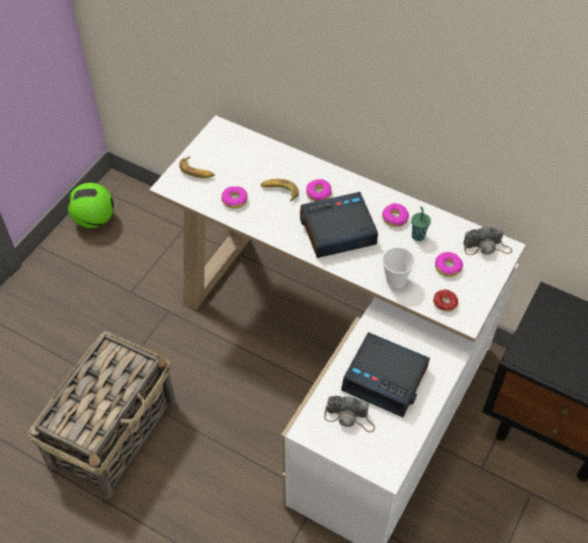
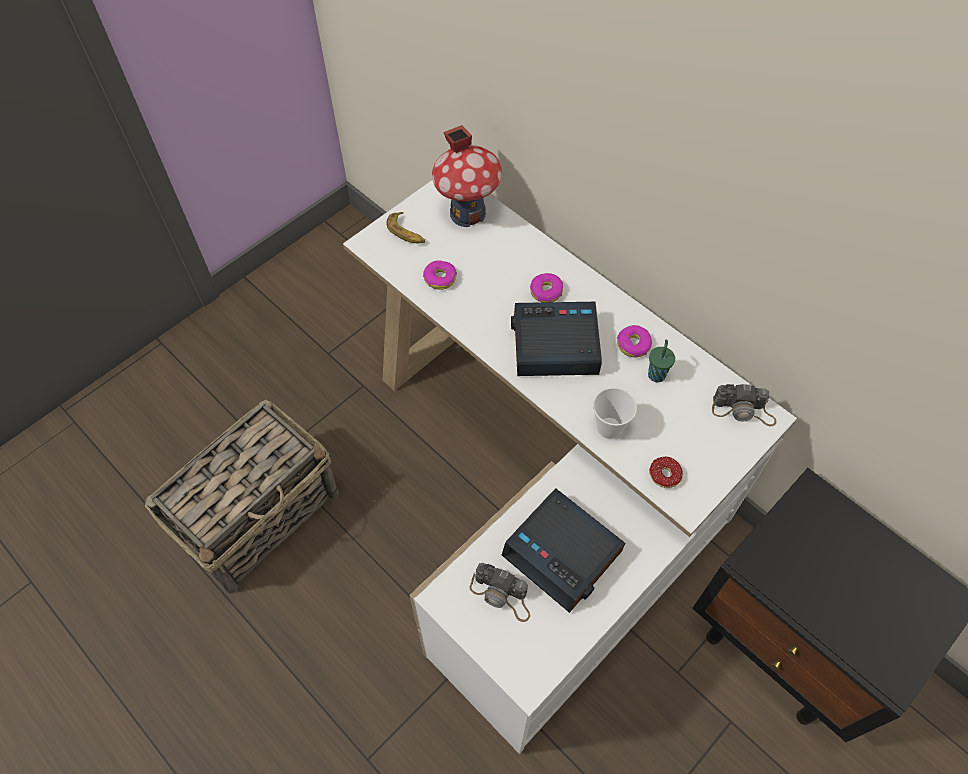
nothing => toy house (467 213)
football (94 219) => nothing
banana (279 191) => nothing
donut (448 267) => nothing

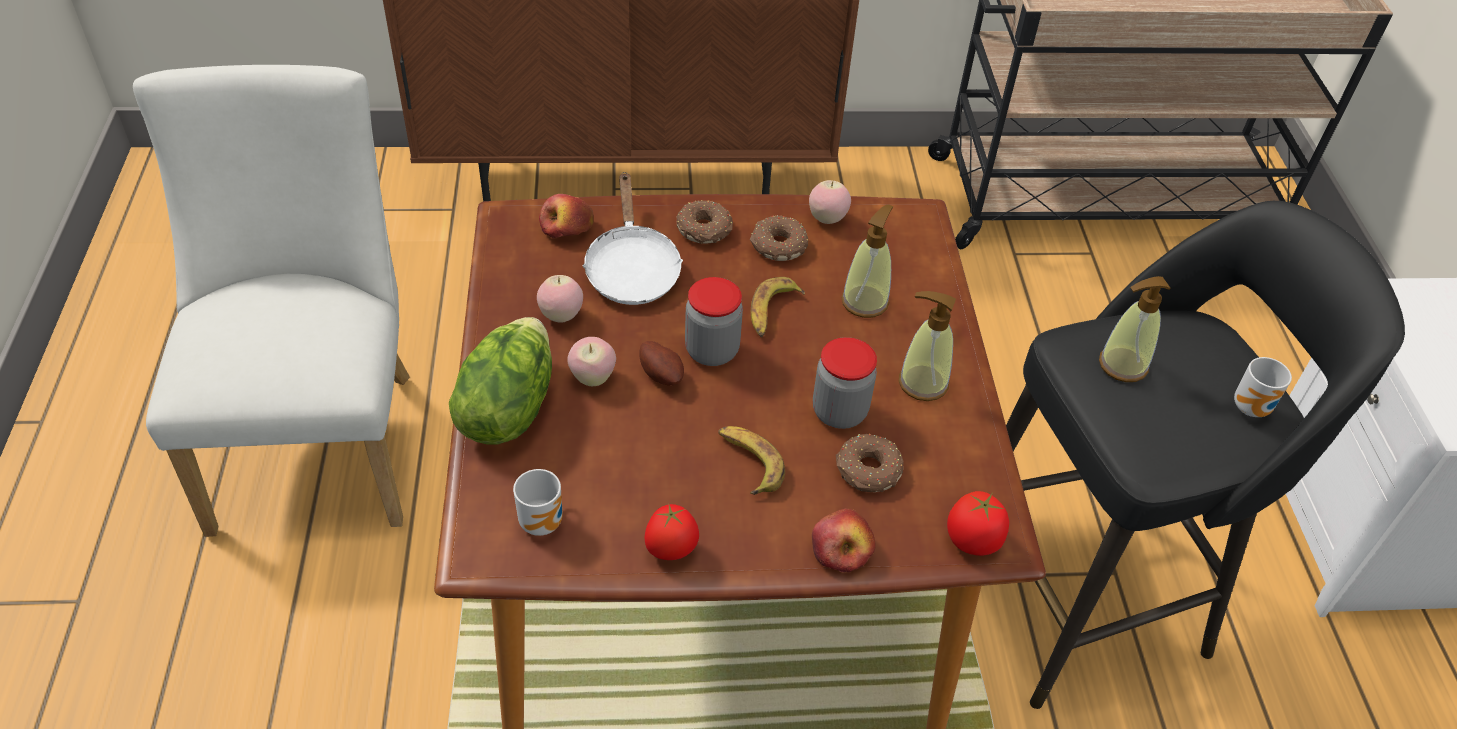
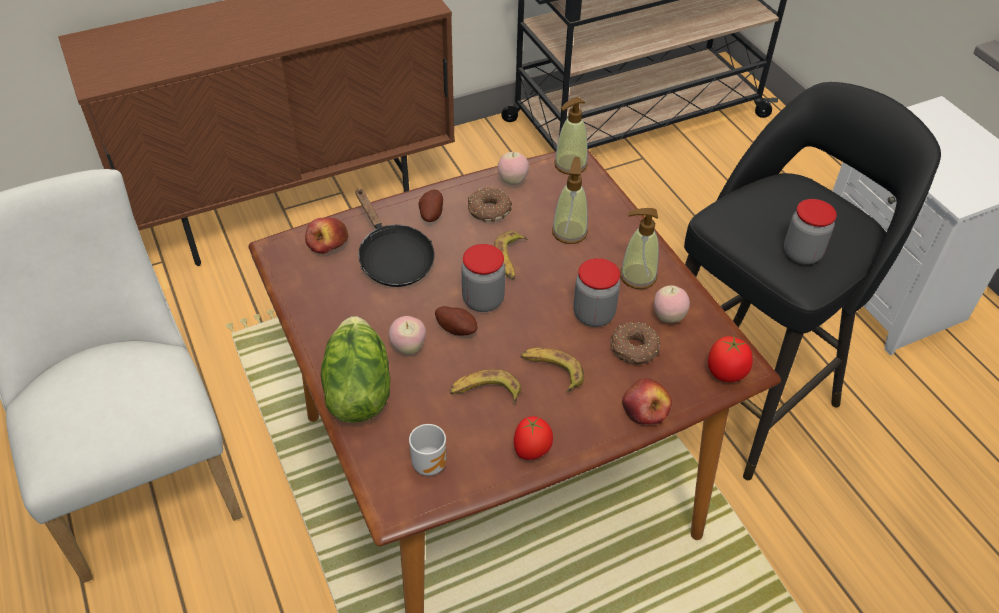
white frying pan (631 269) => black frying pan (393 259)
donut (705 230) => potato (430 214)
nothing => banana (485 392)
soap dispenser (1122 365) => soap dispenser (570 165), relocated
apple (561 316) => apple (668 317), relocated
nothing => jar (802 254)
mug (1254 409) => nothing

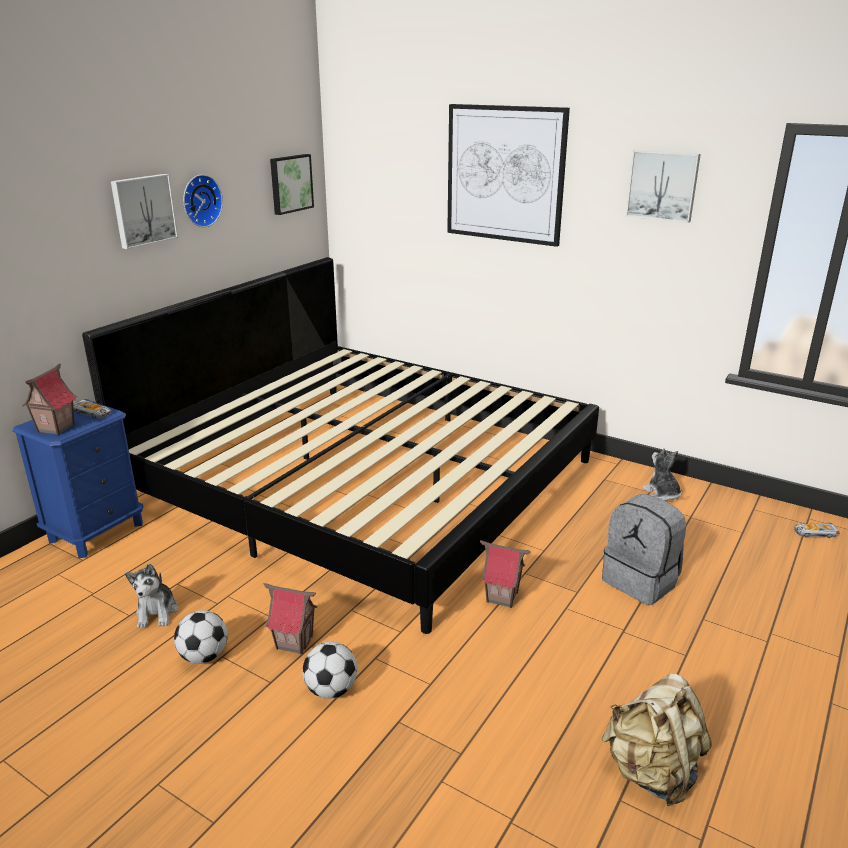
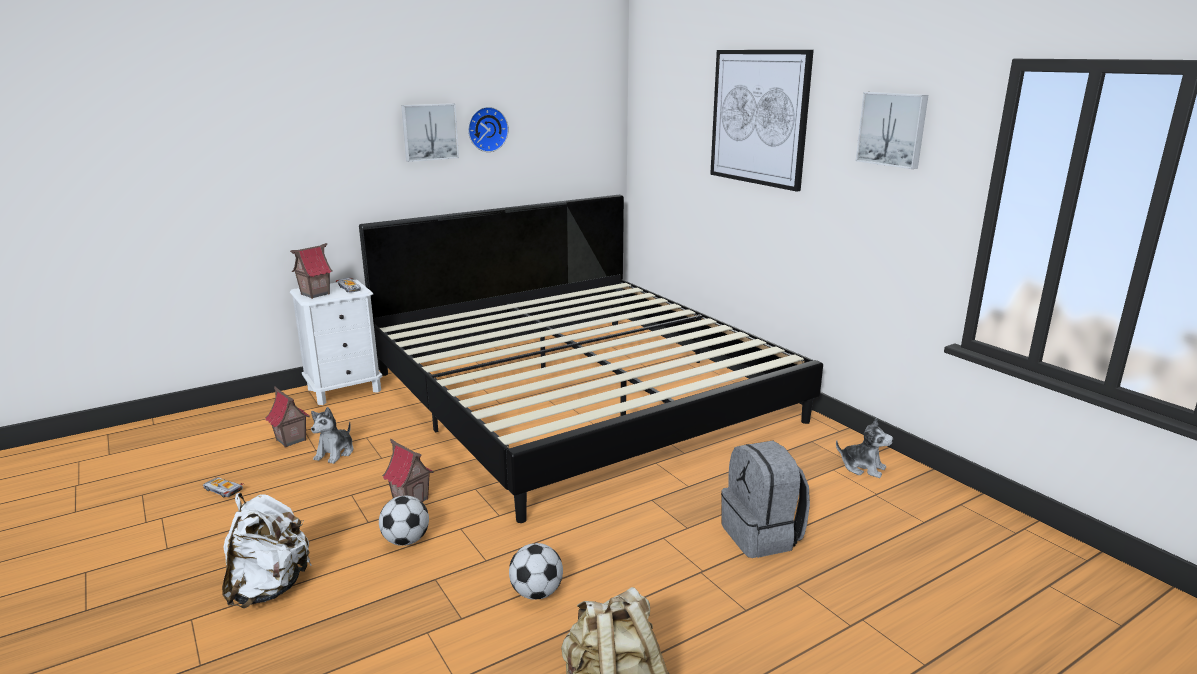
toy car (814 533) => toy car (222 490), relocated
nothing => white backpack (269 588)
toy house (502 597) => toy house (290 440), relocated
blue nightstand (96 532) => white nightstand (344 390)
football (204 656) => football (536 593), relocated
plush toy (662 494) => plush toy (862 467), 120 degrees clockwise
picture (290 183) => nothing

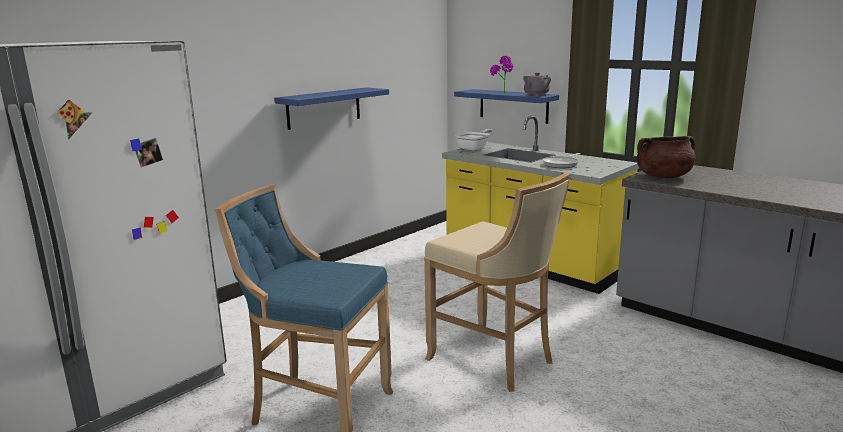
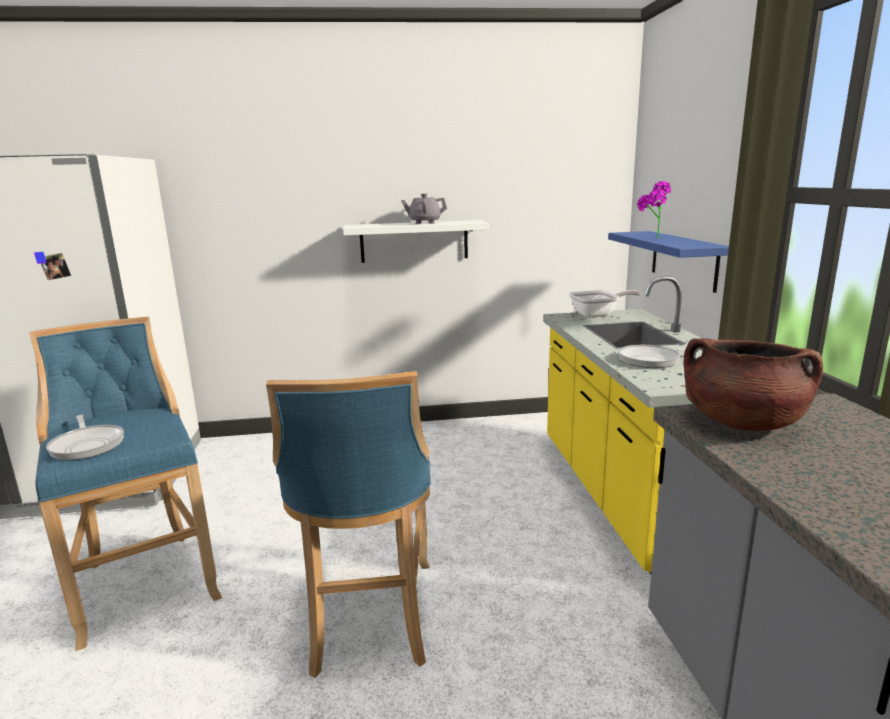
nothing => frying pan (87 445)
beige stool (495 360) => blue stool (368 619)
blue shelf (324 108) => white shelf (414 241)
grey teapot (536 95) => grey teapot (424 223), relocated

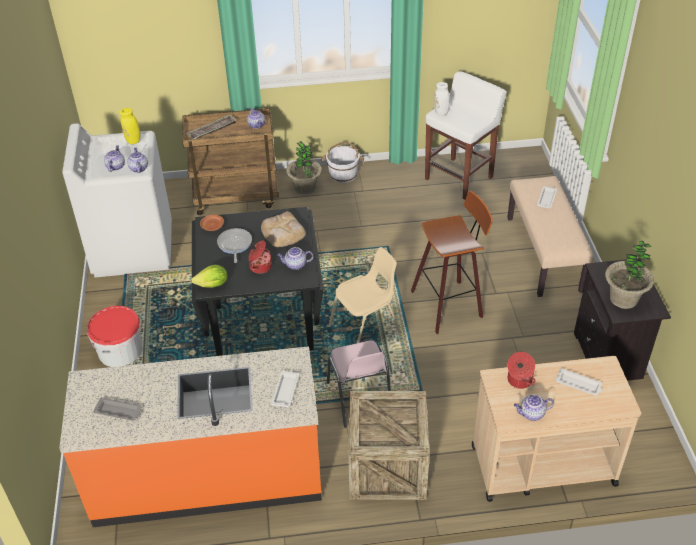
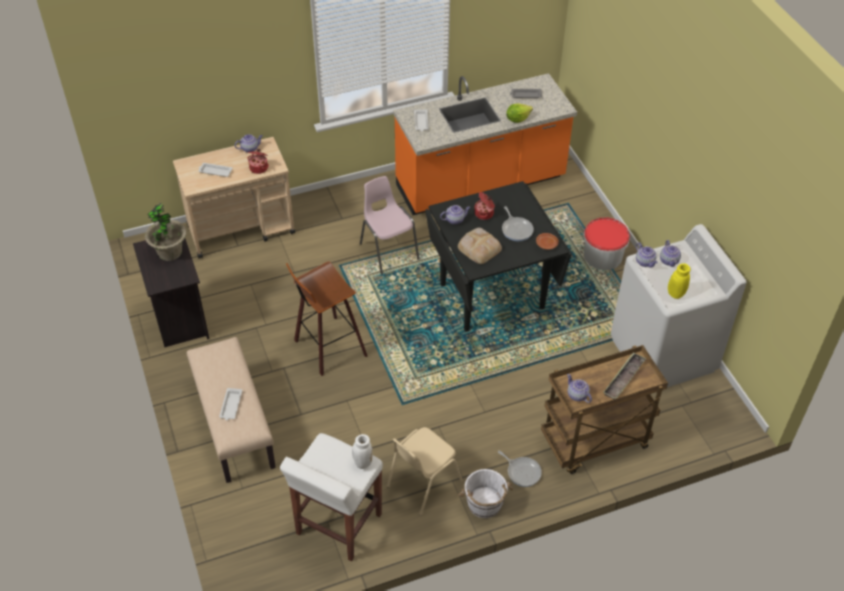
beige chair (366 330) => beige chair (422 483), relocated
potted plant (305 188) => frying pan (522 472)
lettuce (213 285) => lettuce (517 119), relocated
crate (387 467) => nothing

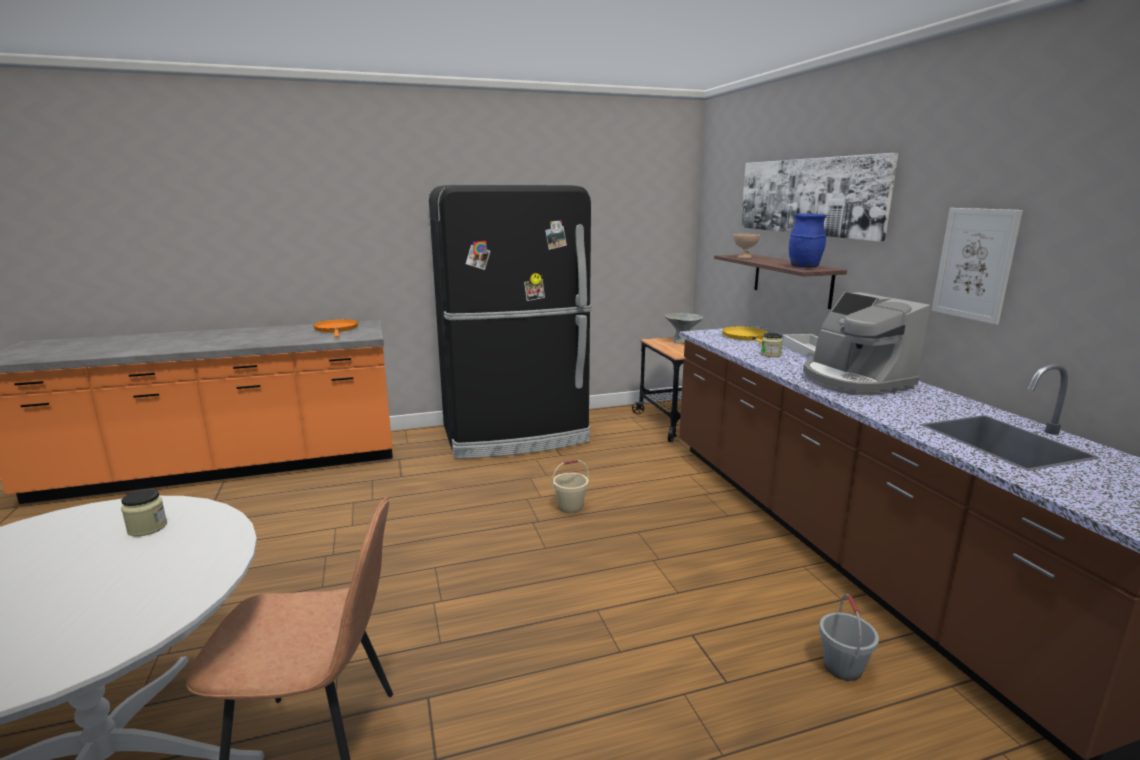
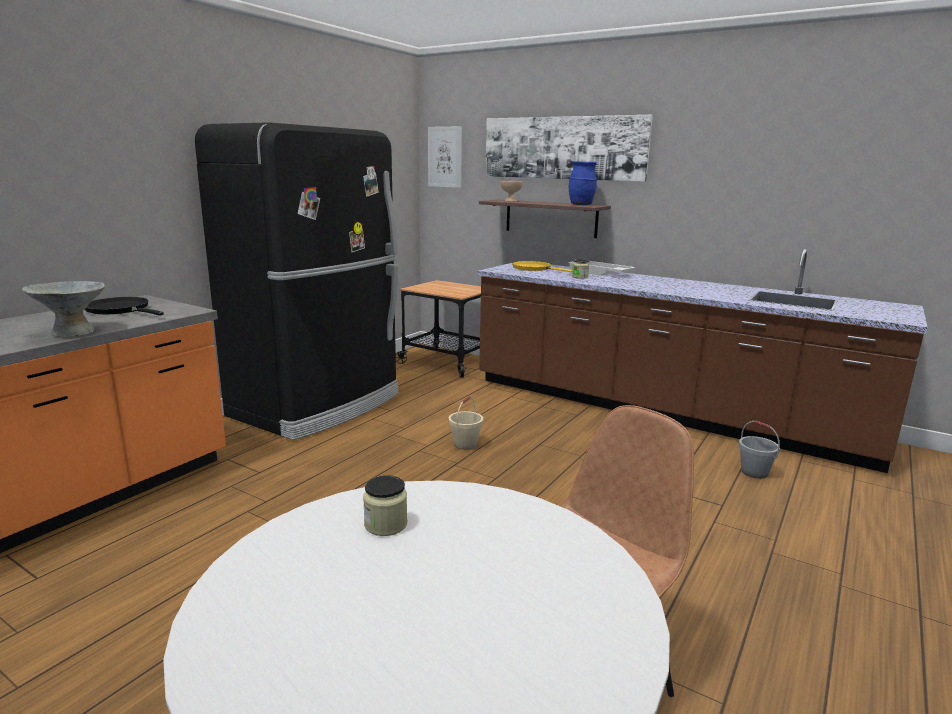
grey bowl (682 341) => grey bowl (73 332), relocated
orange frying pan (336 329) => black frying pan (120 310)
picture (974 264) => picture (445 157), relocated
coffee machine (853 381) => nothing

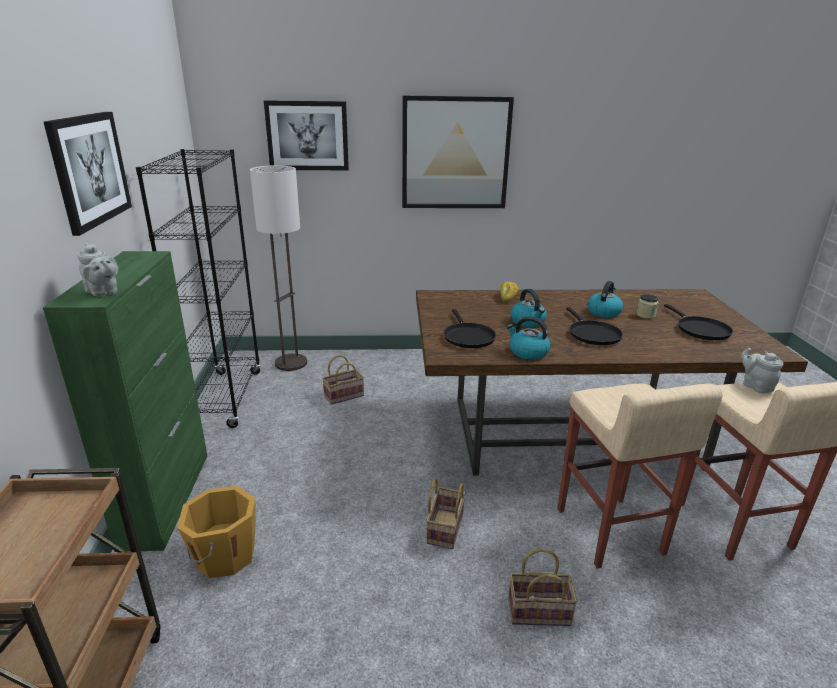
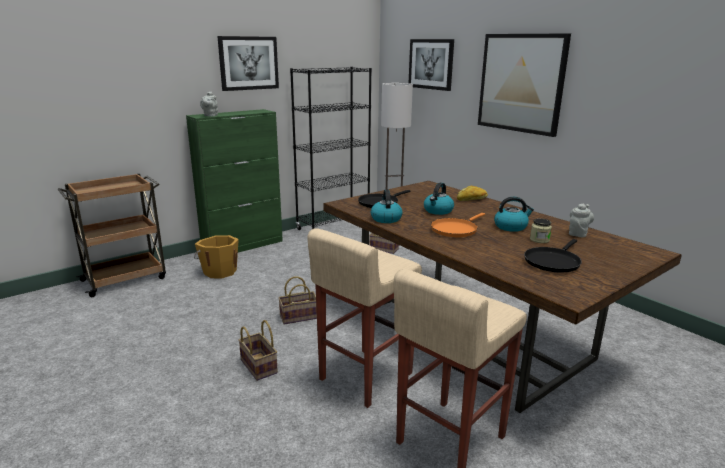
black frying pan (592 334) => orange frying pan (455 229)
grey teapot (755 386) => grey teapot (578 233), relocated

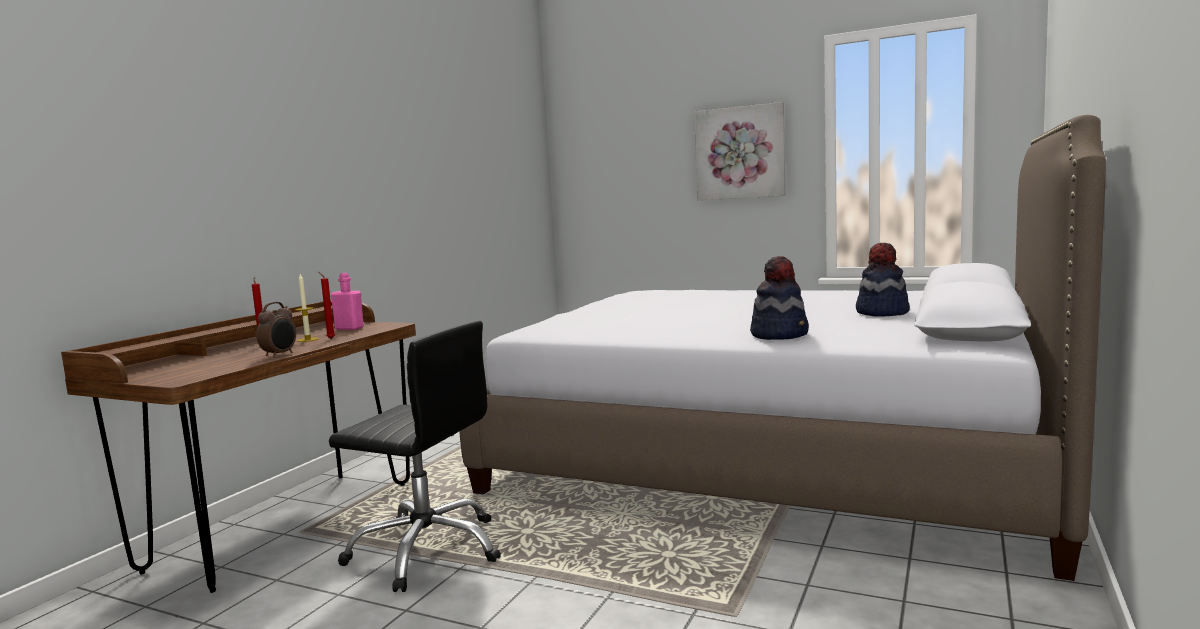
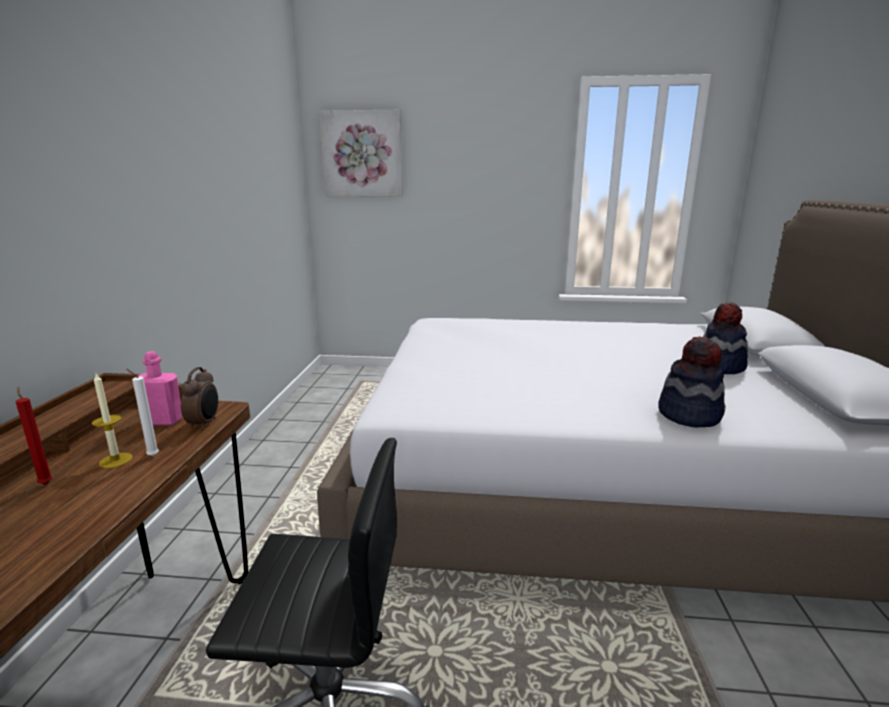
red candle (330 339) => white candle (151 456)
alarm clock (280 355) => alarm clock (204 424), relocated
picture (740 153) => picture (362 154), relocated

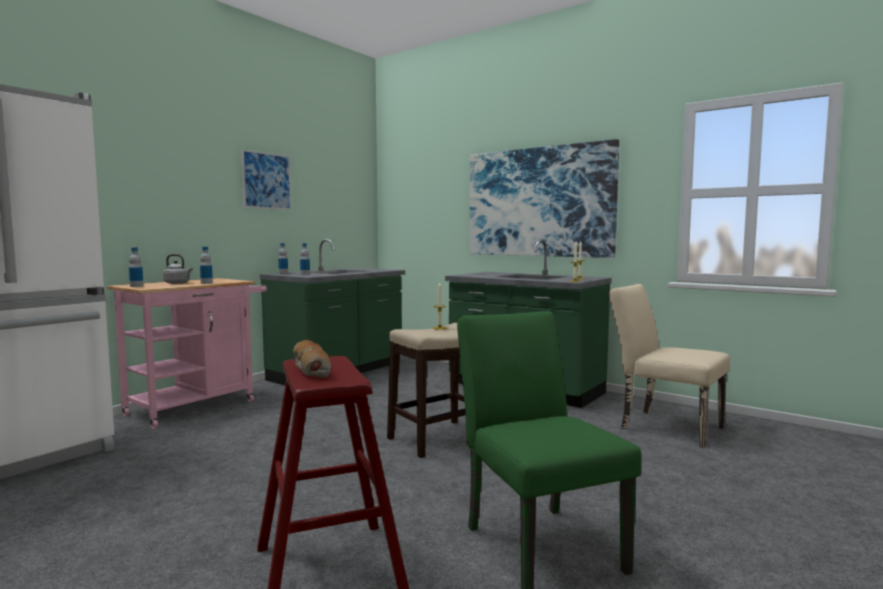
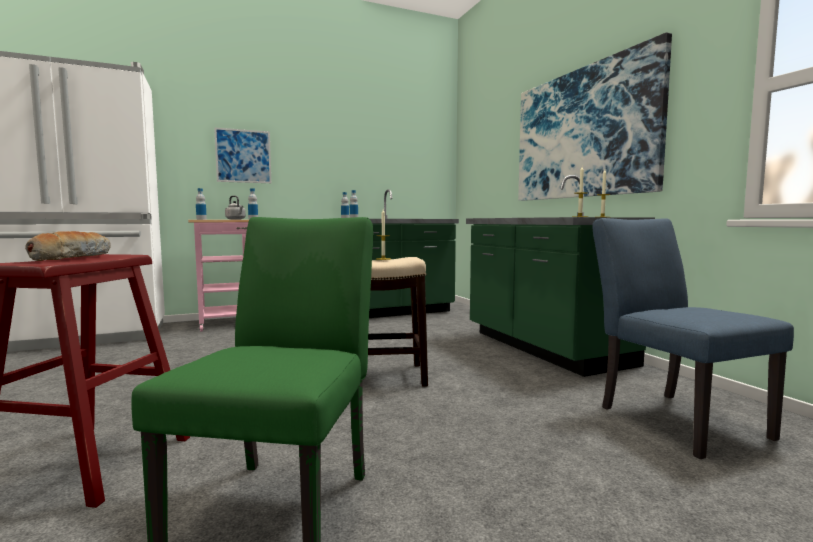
picture (267 181) => picture (243 156), relocated
beige chair (663 426) => blue chair (672 417)

